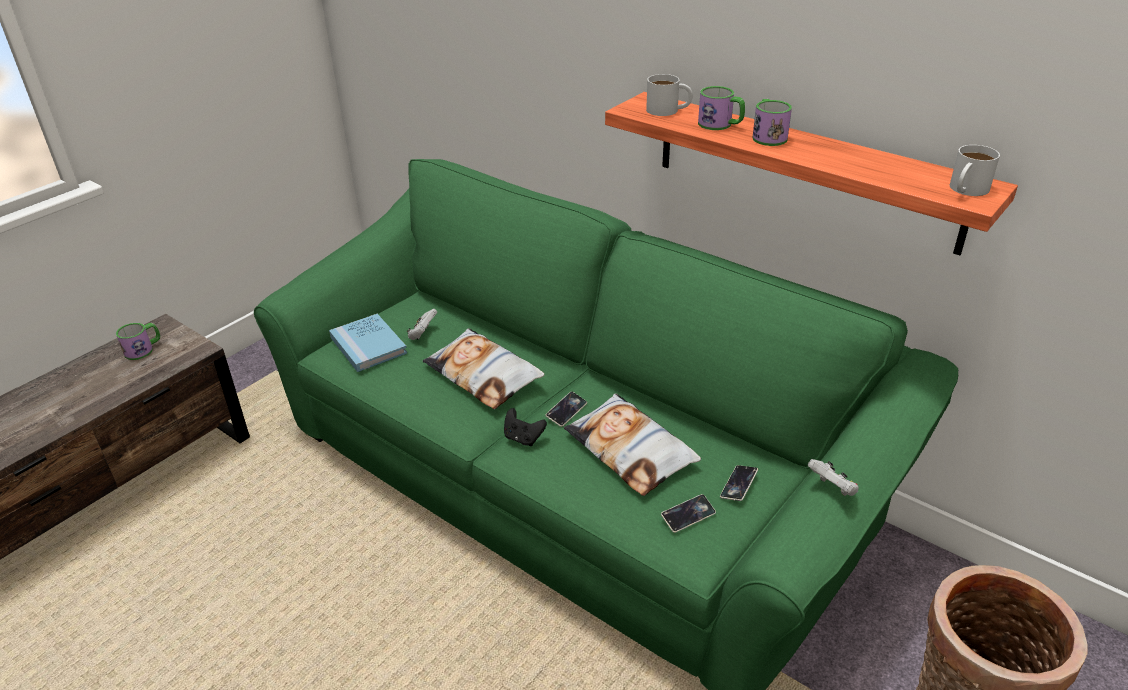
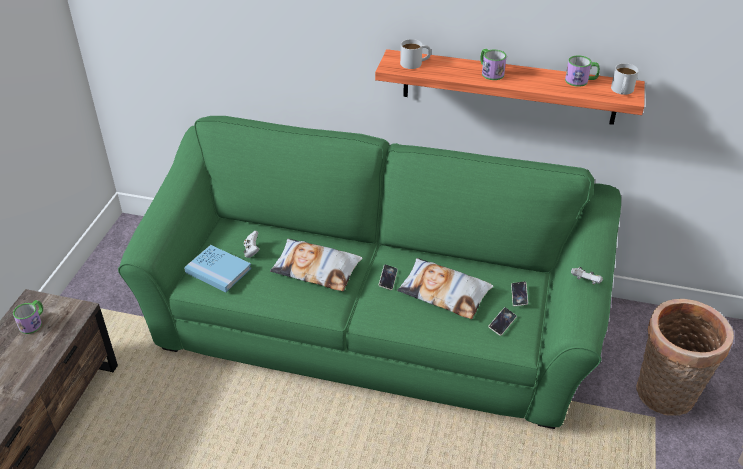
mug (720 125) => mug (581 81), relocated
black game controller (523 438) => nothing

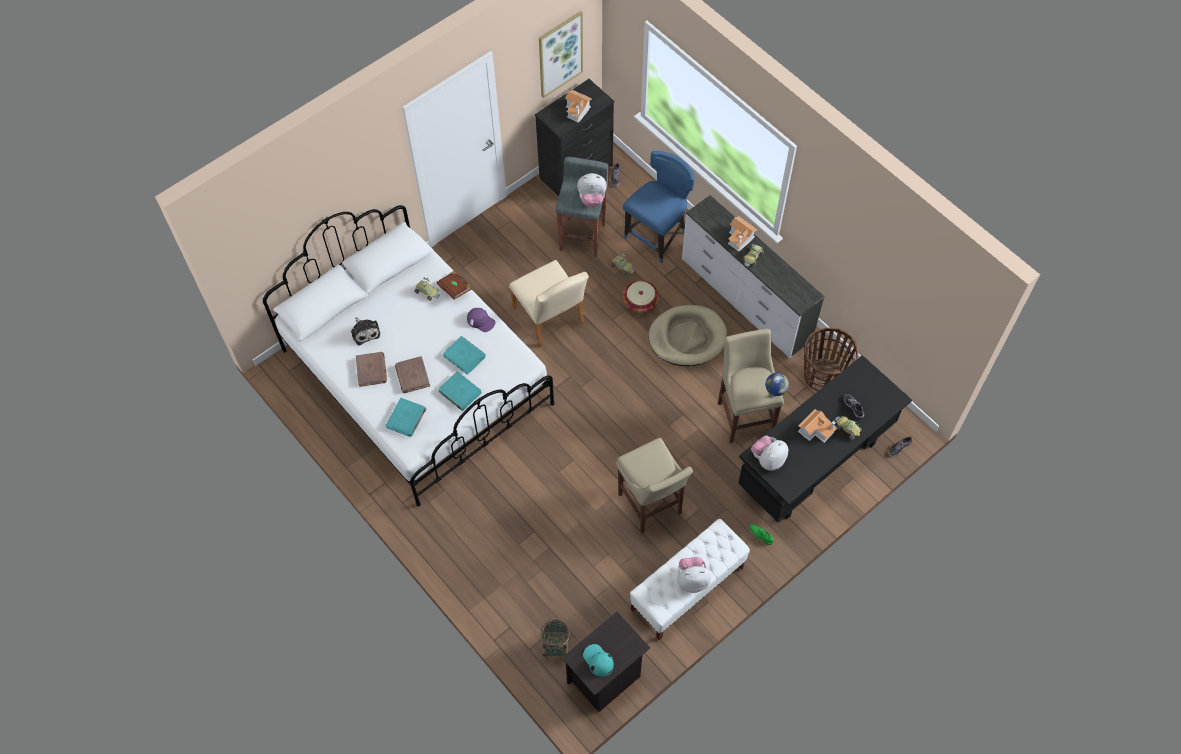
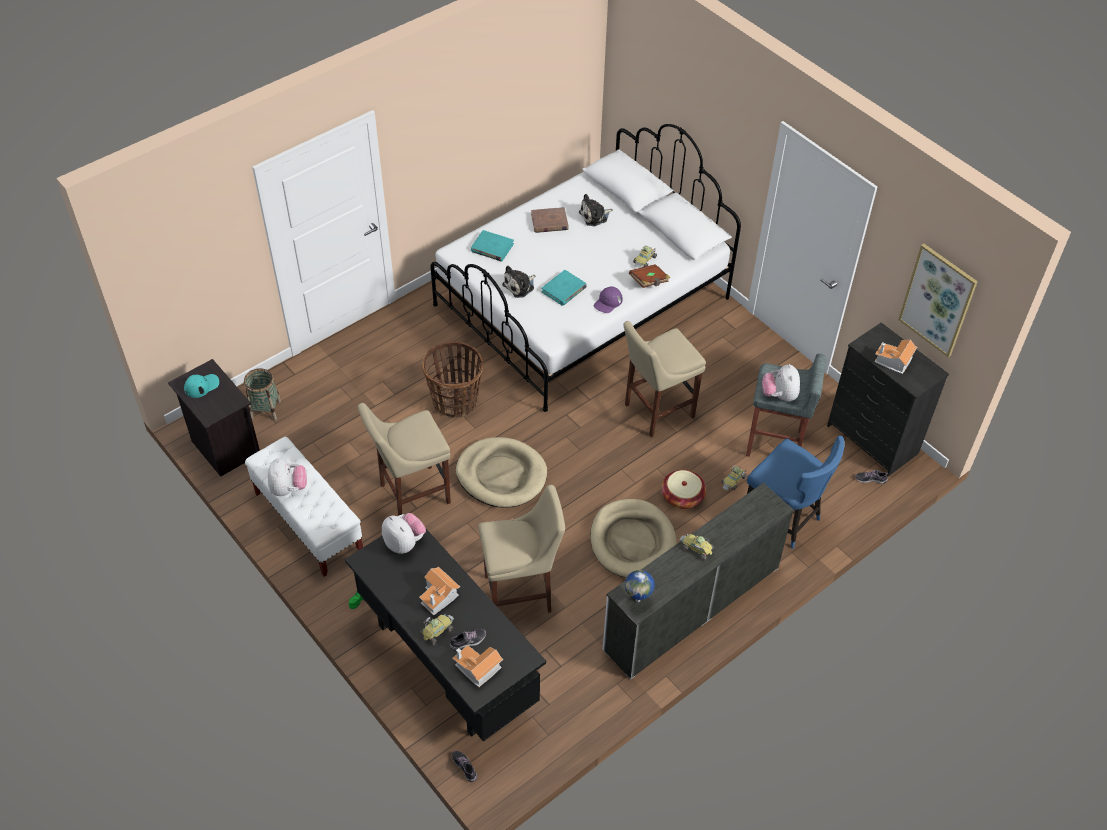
basket (823 376) => basket (455 401), relocated
toy house (740 238) => toy house (476 669), relocated
nothing => beige dog bed (501 475)
turquoise book (459 392) => plush toy (520 286)
beige chair (550 319) => beige stool (656 411)
globe (774 394) => globe (638 599), relocated
brown book (412 376) => nothing

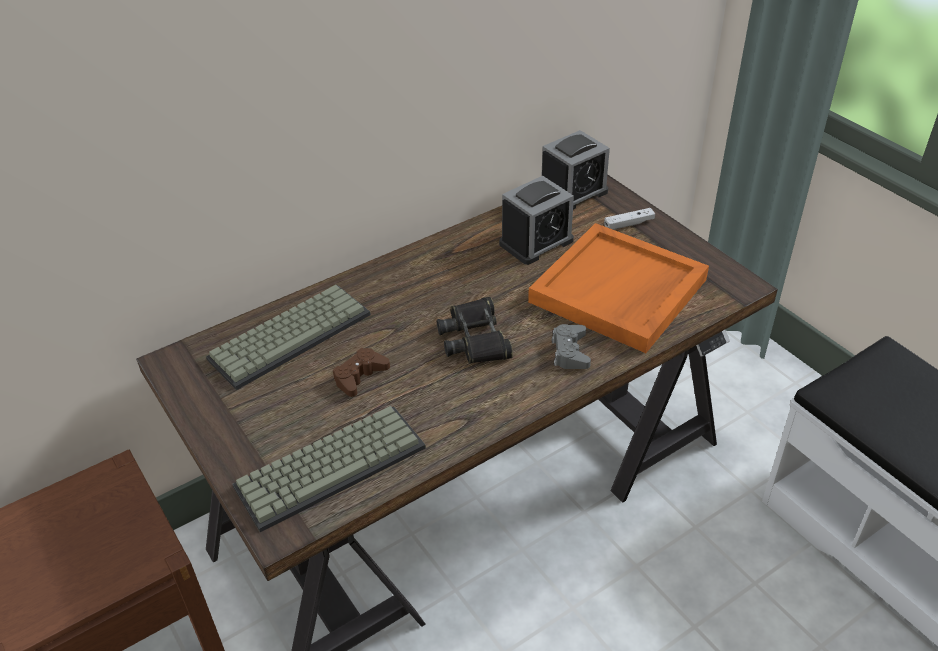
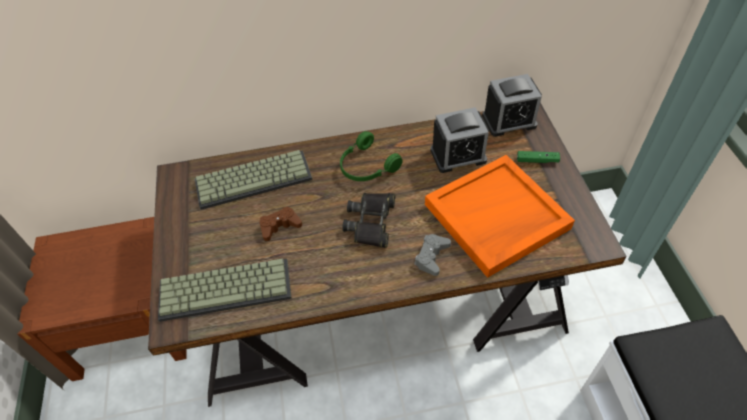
nothing => green headphones (366 167)
white game controller (629 224) => green game controller (537 160)

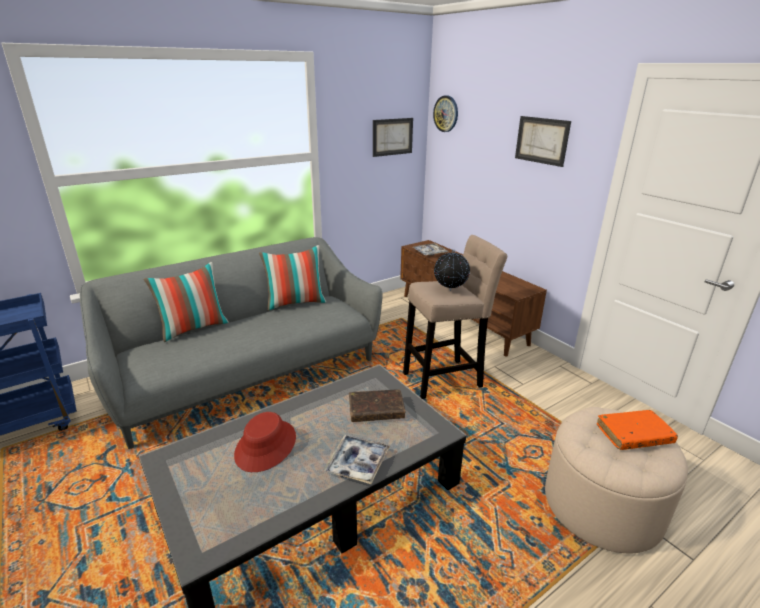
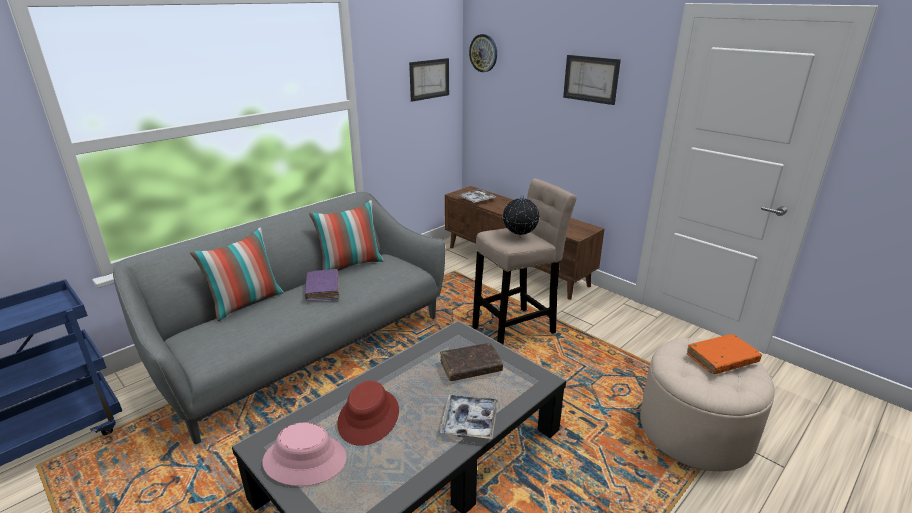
nothing => pink hat (305 459)
nothing => purple book (322 289)

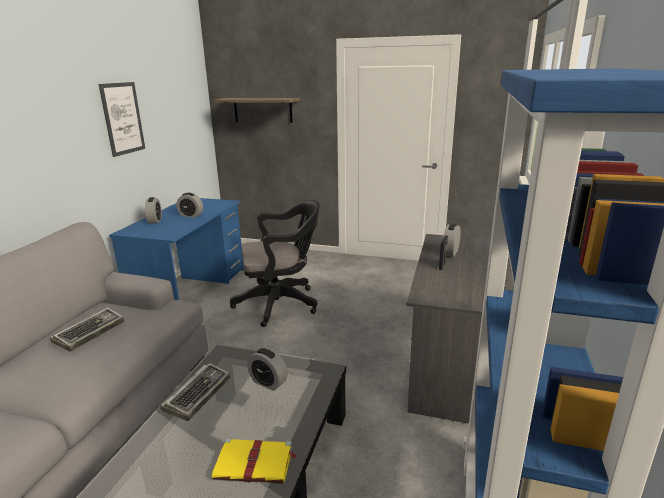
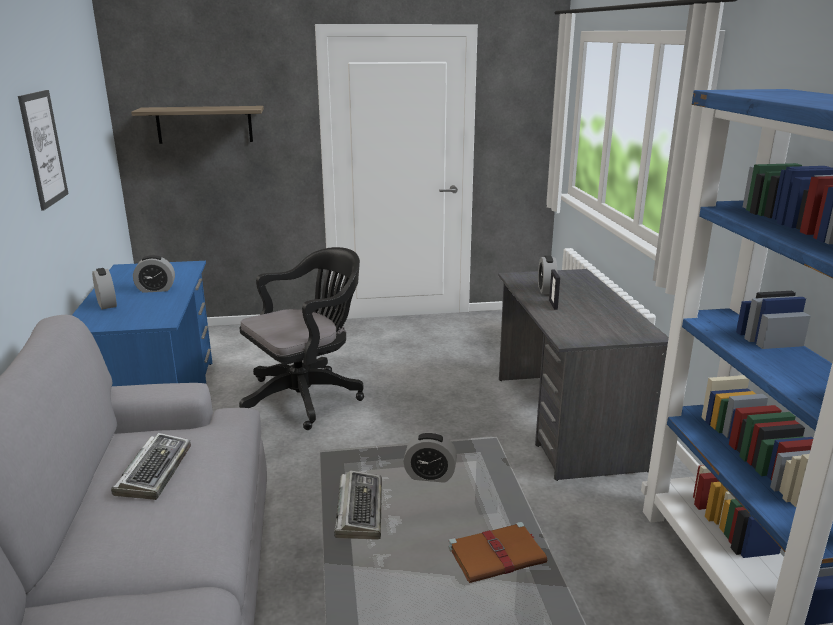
yellow book (255 463) => brown book (498 555)

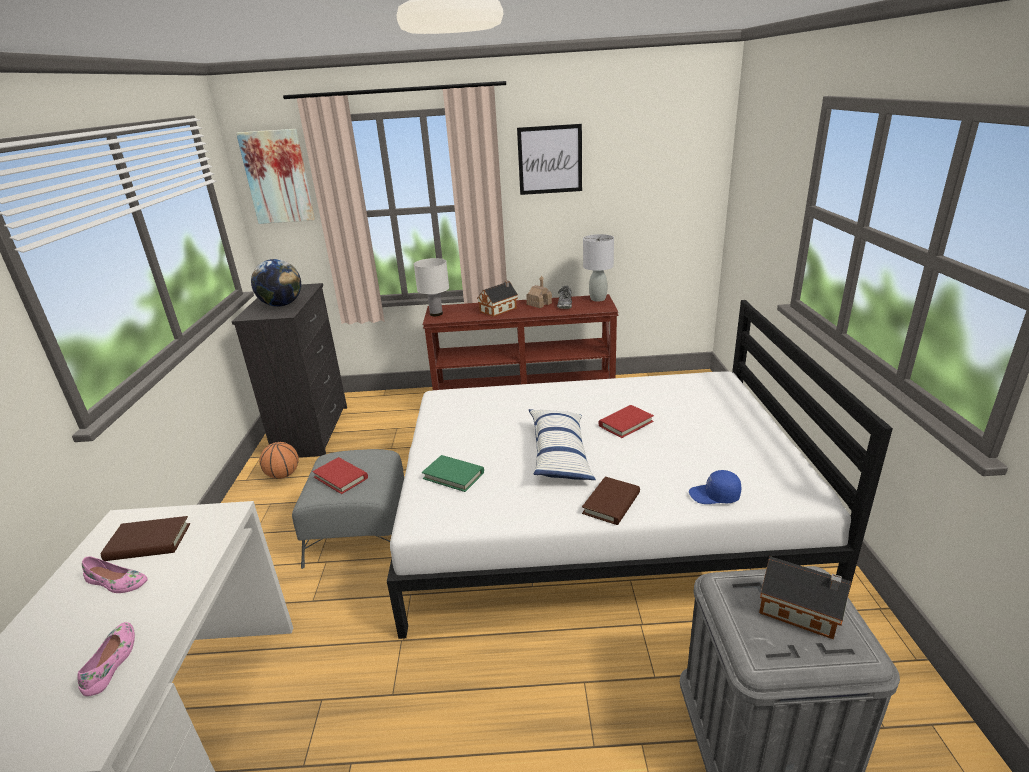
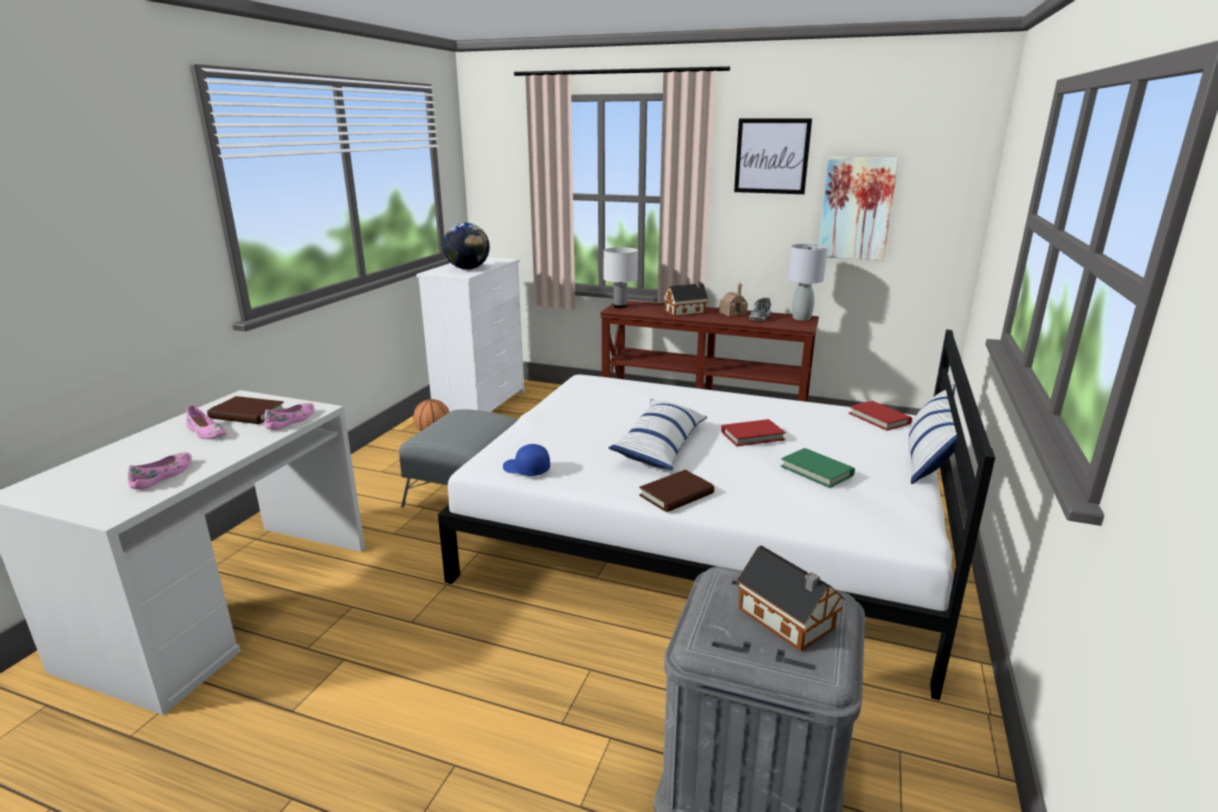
nothing => pink shoe (292 421)
black dresser (313 431) => white dresser (482 405)
blue cap (714 496) => blue cap (526 469), relocated
green book (453 475) => green book (816 471), relocated
picture (277 177) => picture (856 208), relocated
red book (341 477) => red book (879 418), relocated
nothing => pillow (927 457)

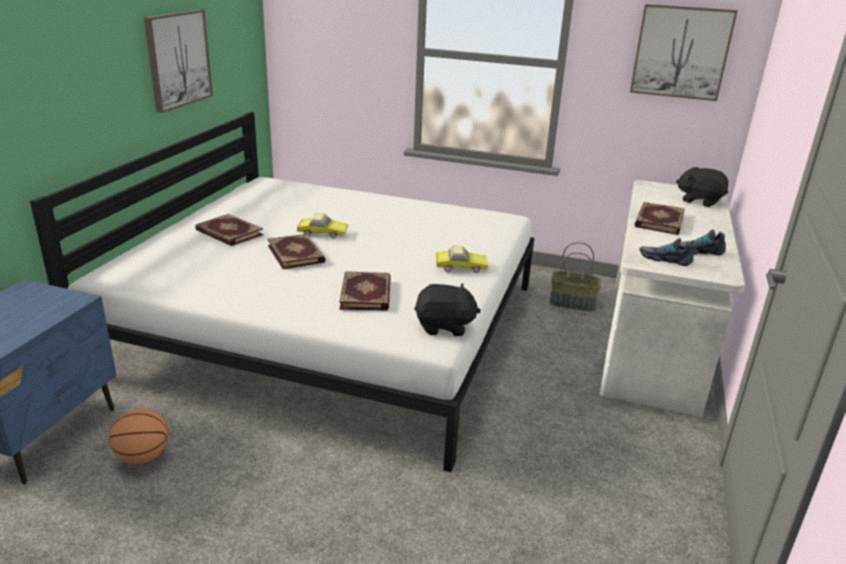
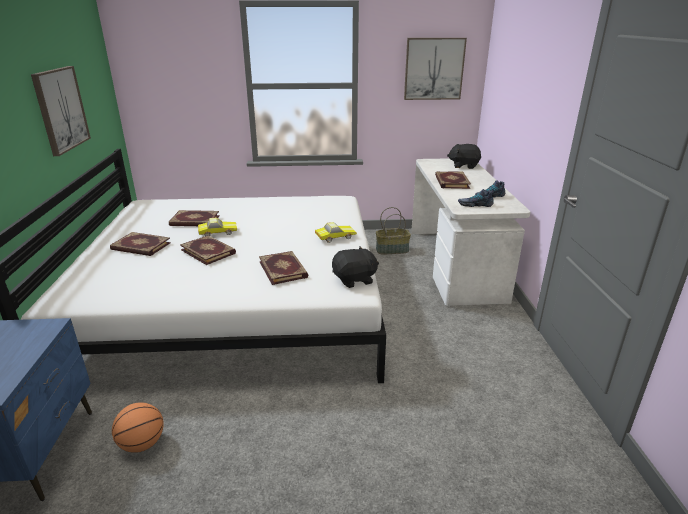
nothing => book (194 221)

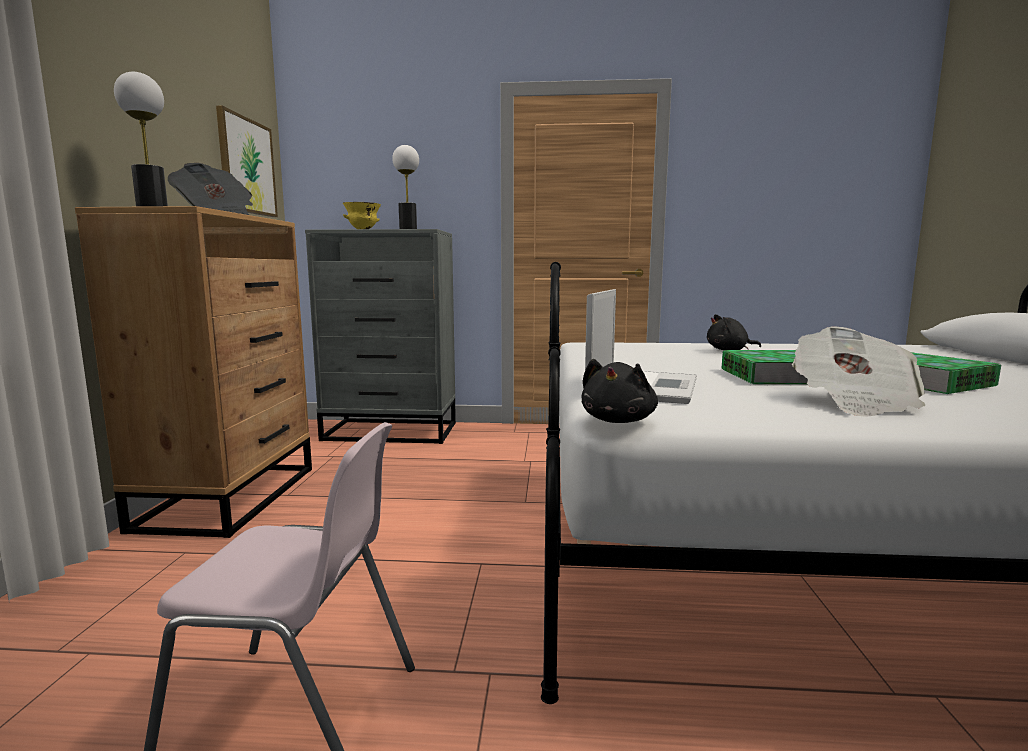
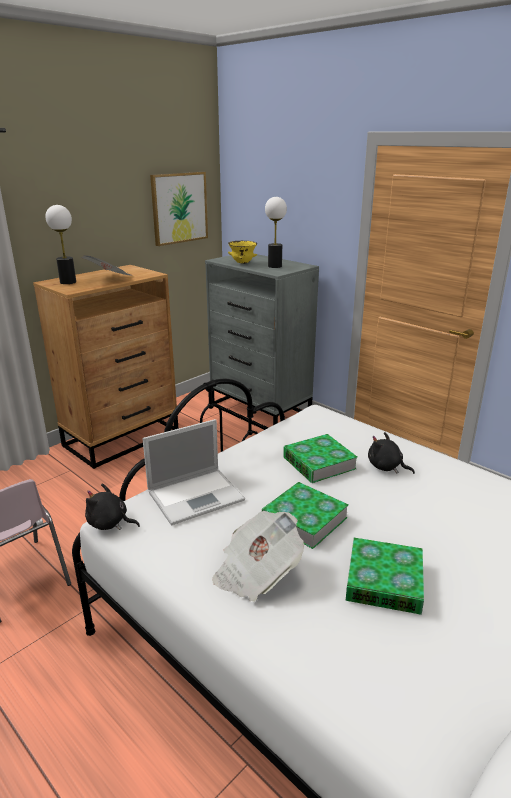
black plush toy (619 420) => black plush toy (110 523), 45 degrees clockwise
nothing => book (319 463)

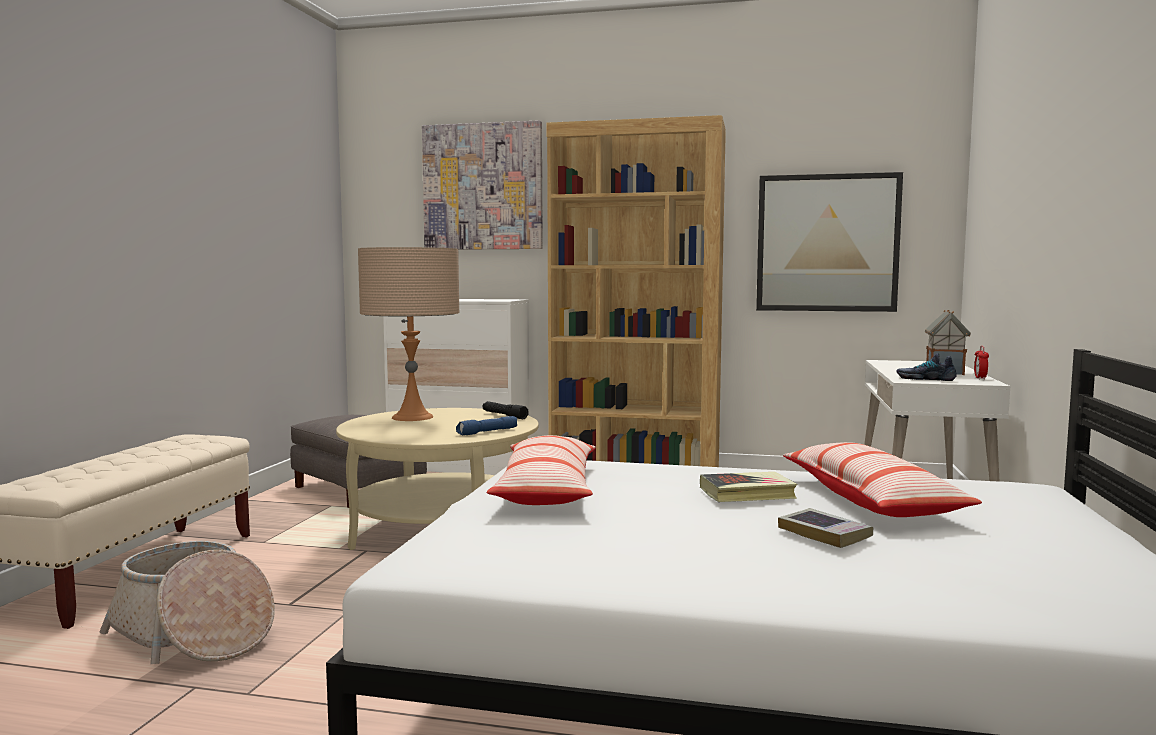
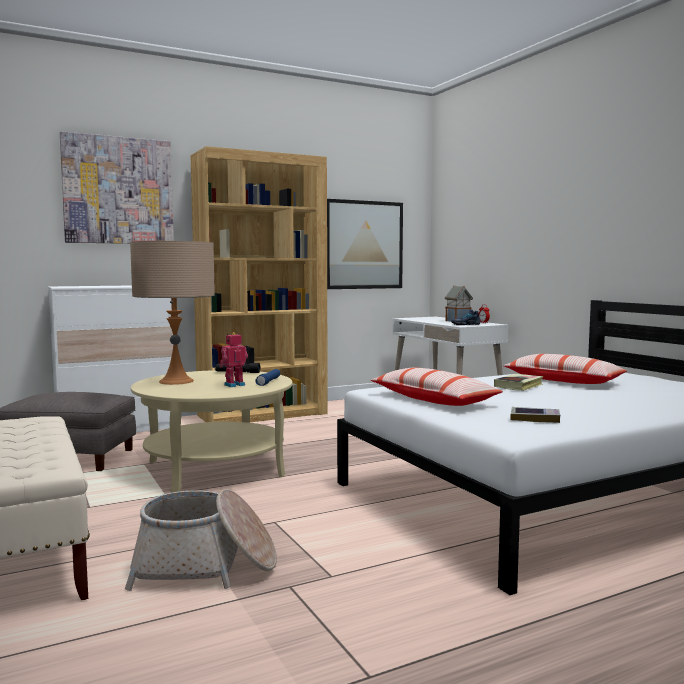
nothing => toy robot (234 385)
book (824 534) => book (535 418), relocated

